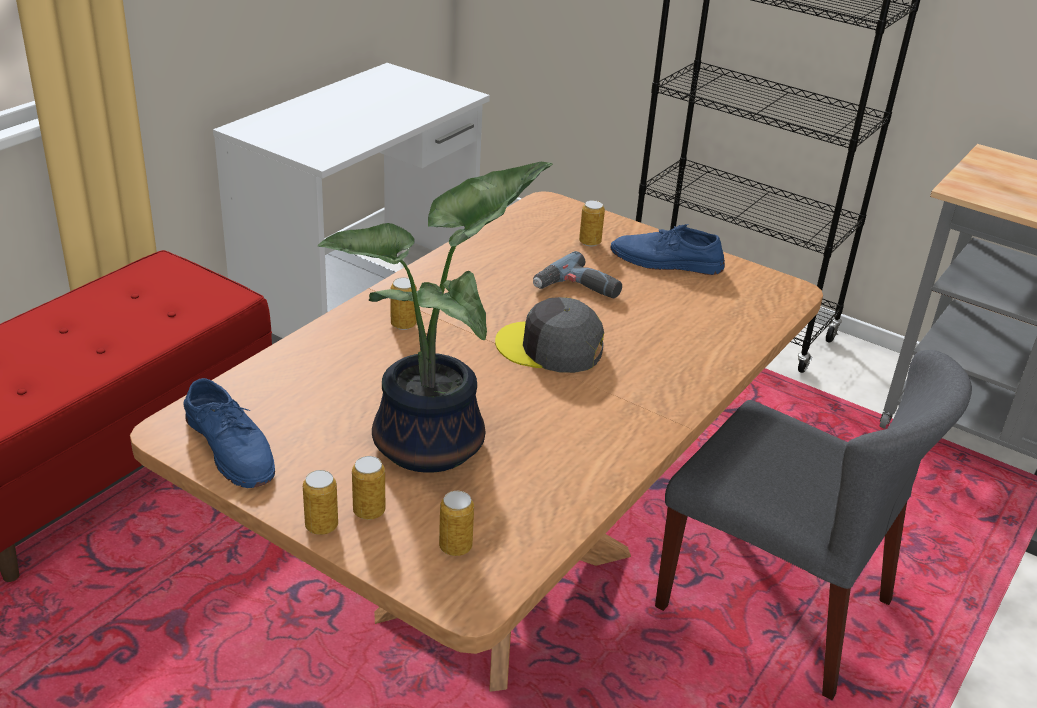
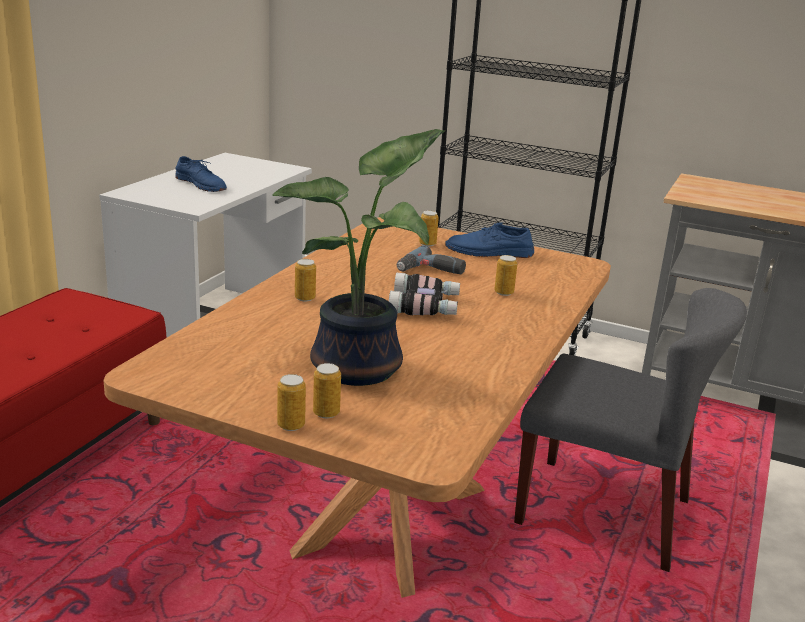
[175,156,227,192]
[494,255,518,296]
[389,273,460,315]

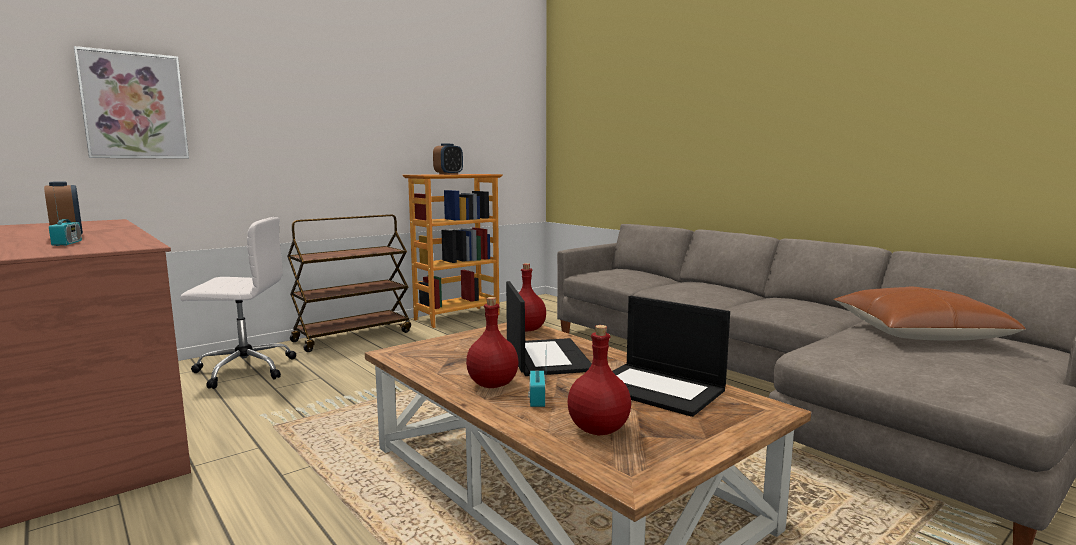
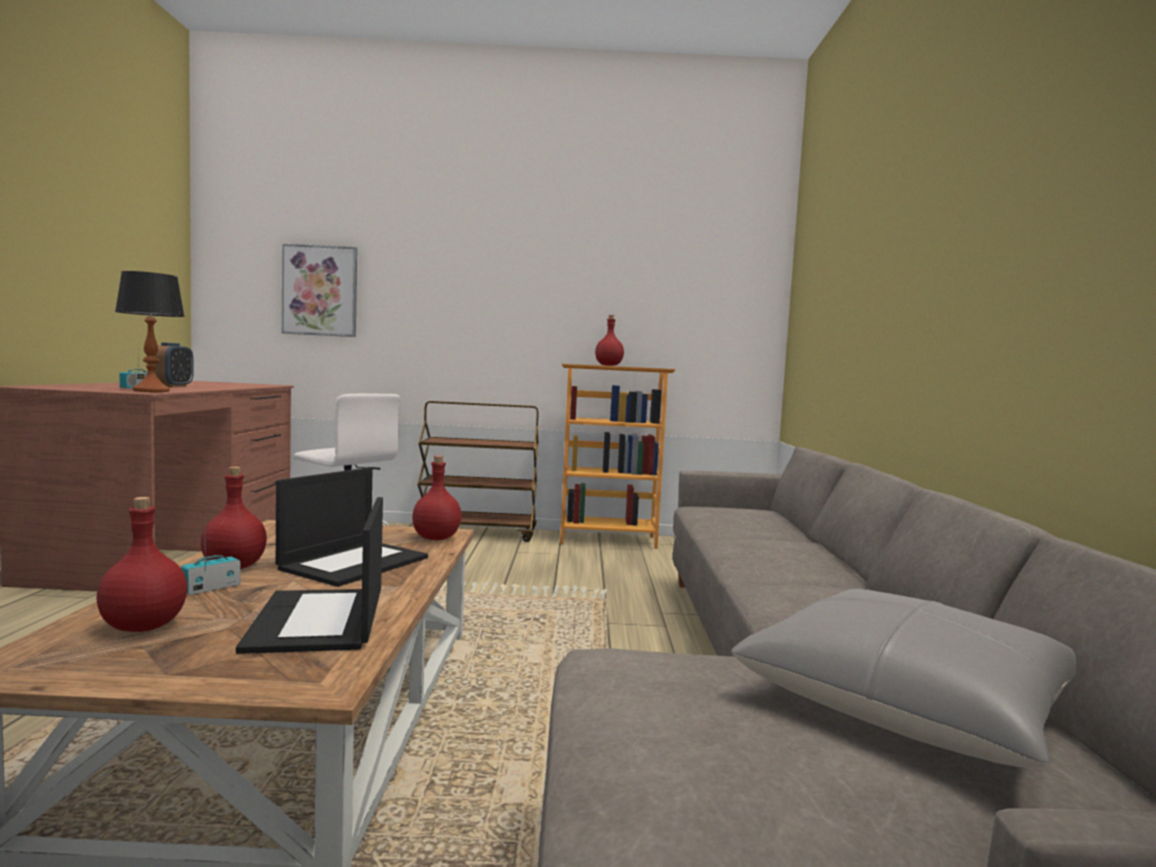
[115,271,185,392]
[595,315,624,366]
[731,589,1076,768]

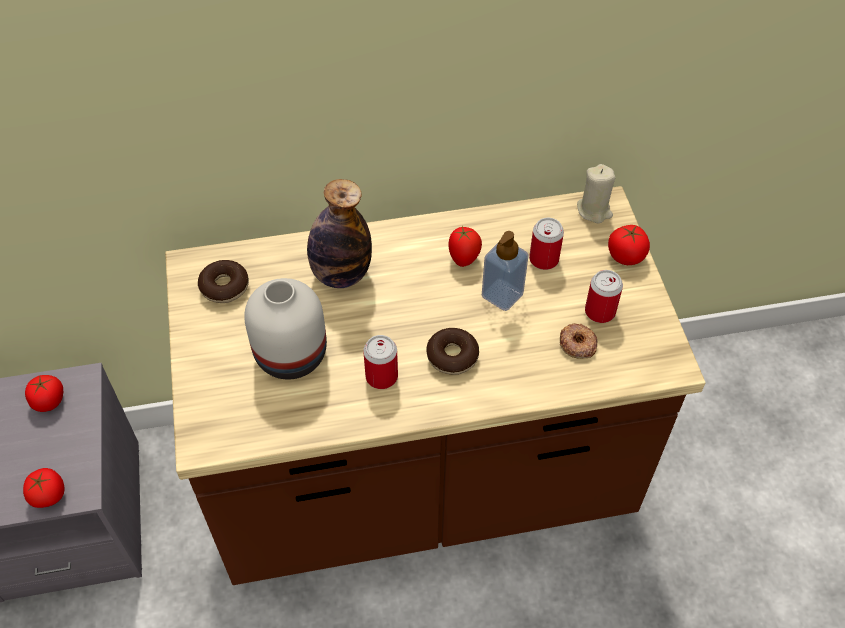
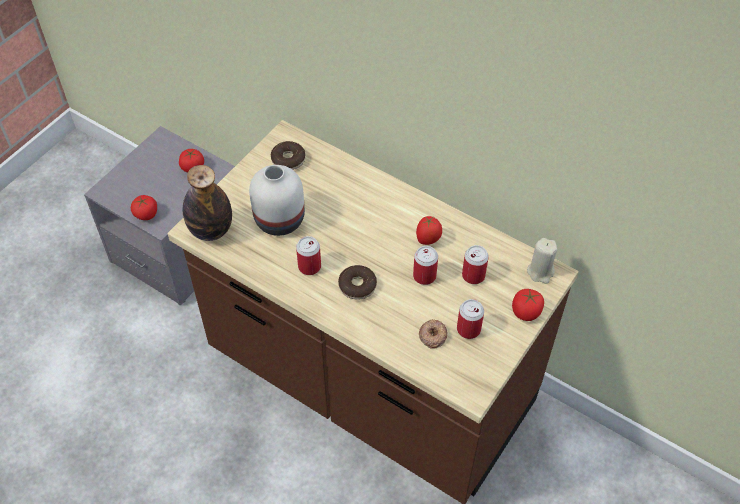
[183,165,232,241]
[413,246,438,285]

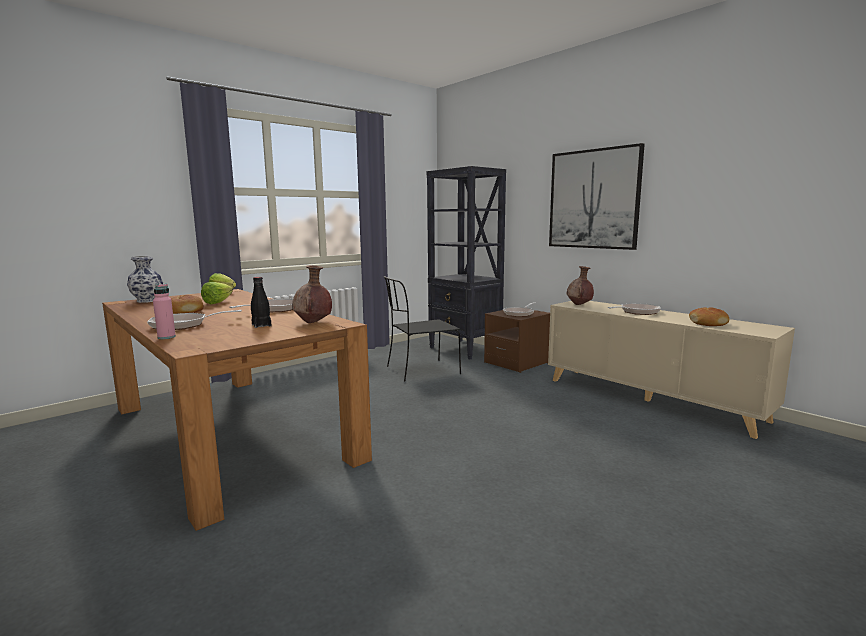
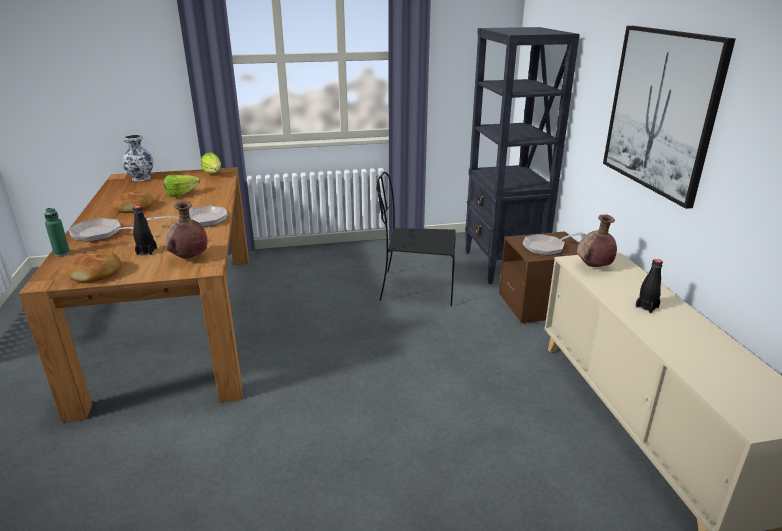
[66,251,122,282]
[635,259,663,313]
[44,208,70,257]

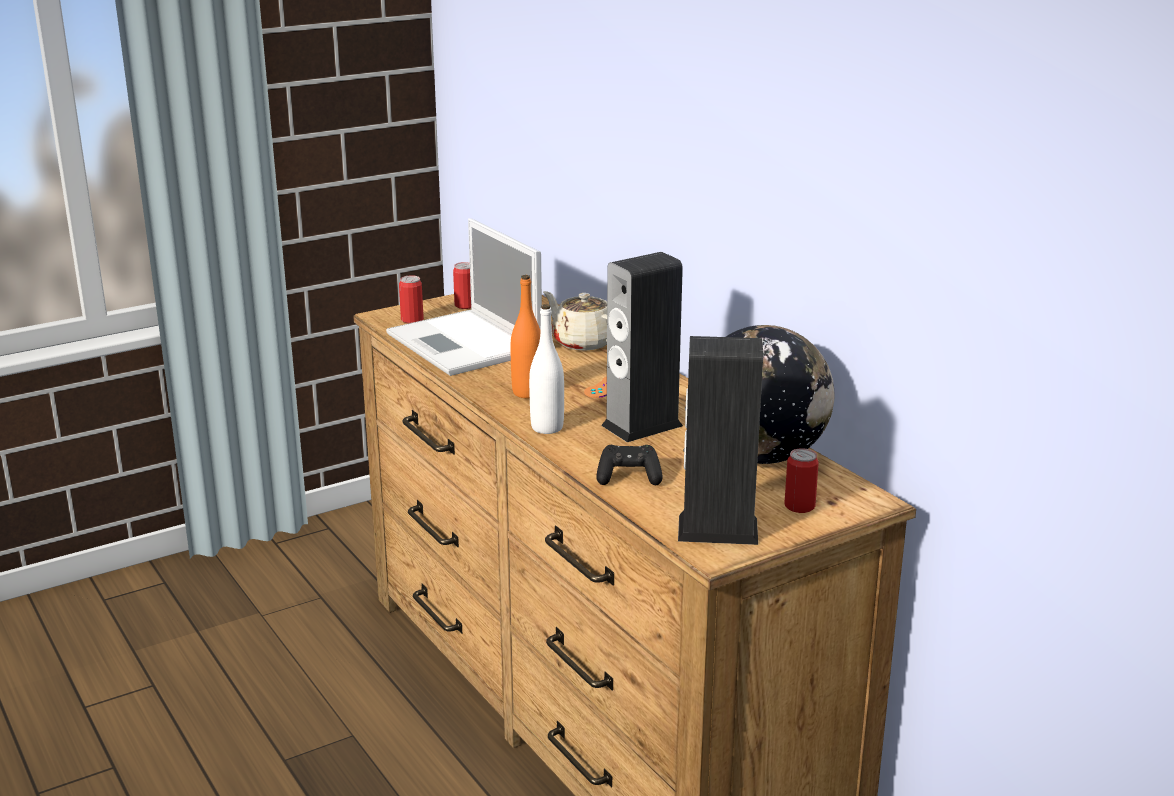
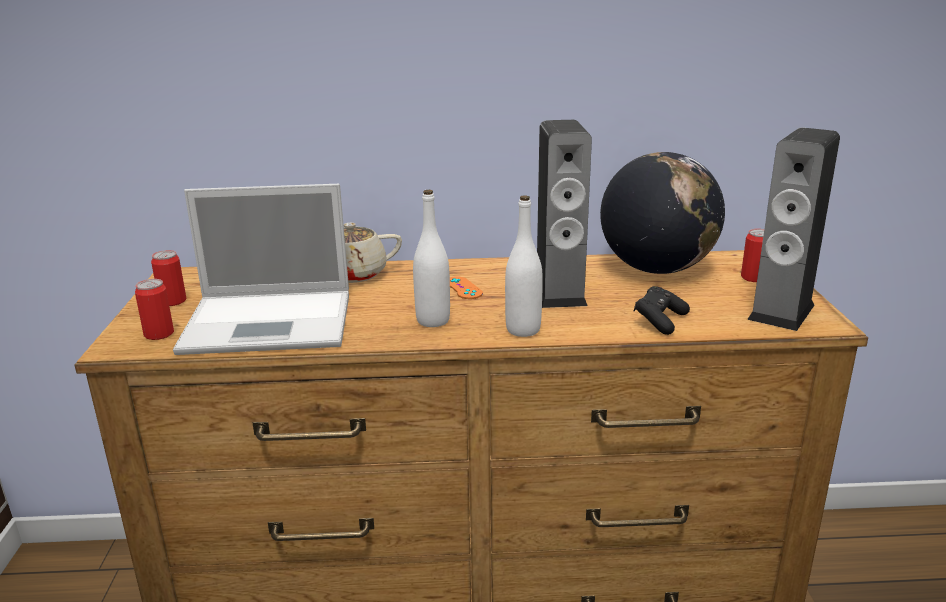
[413,190,450,327]

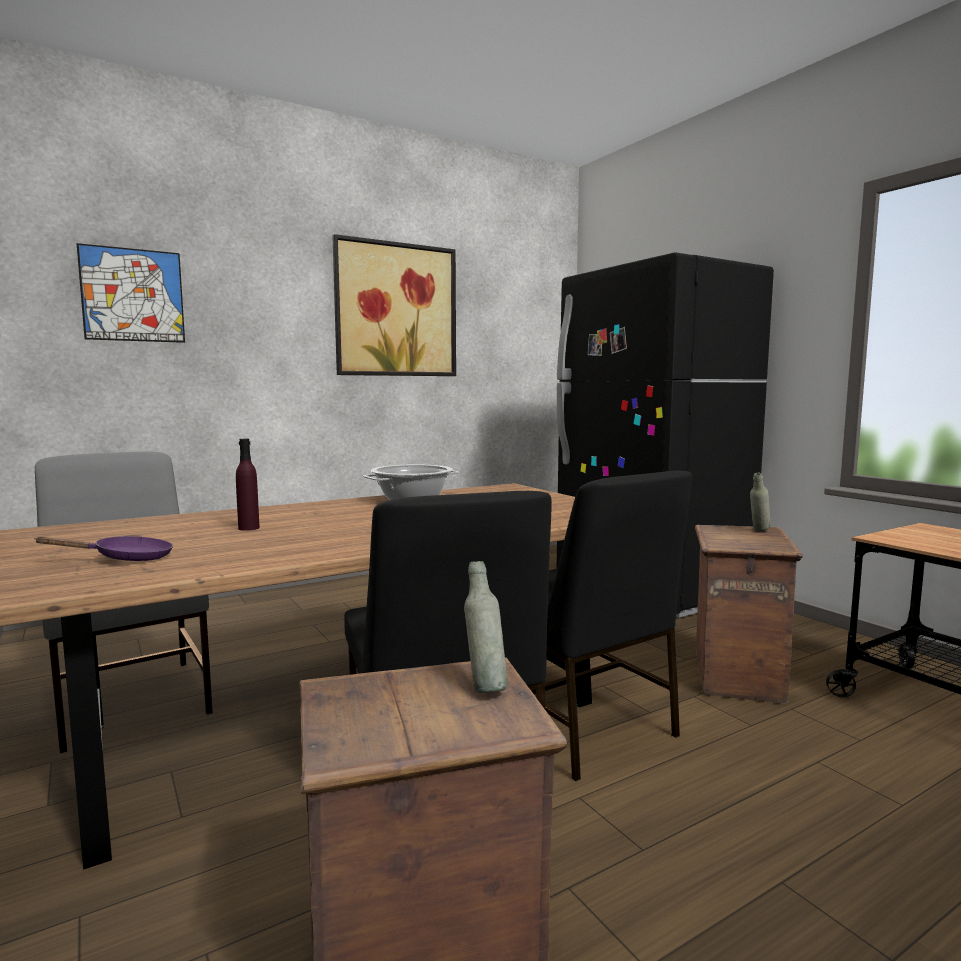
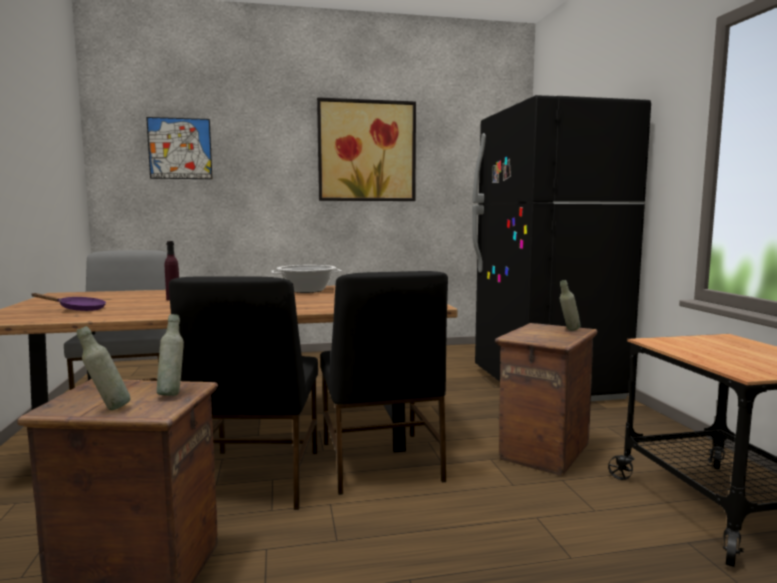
[77,326,130,410]

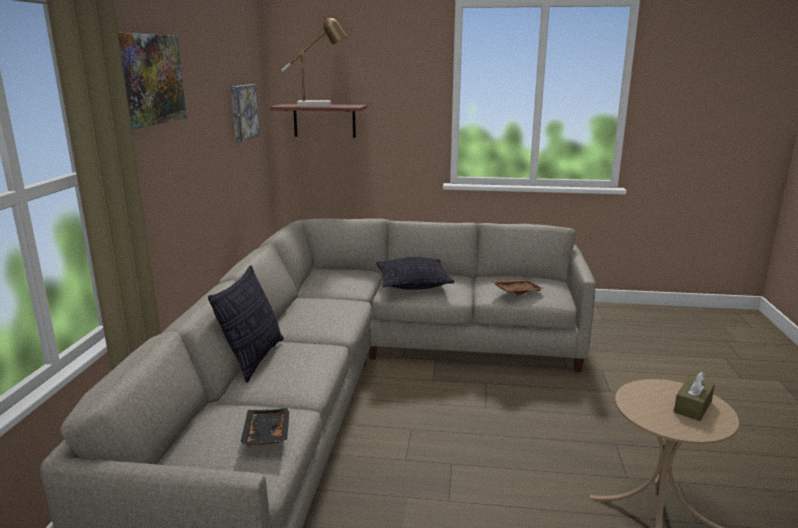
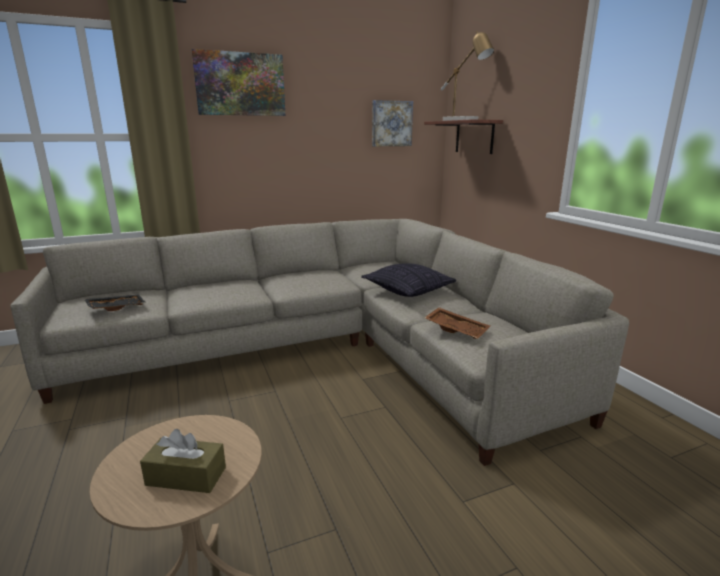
[208,265,284,383] (first image)

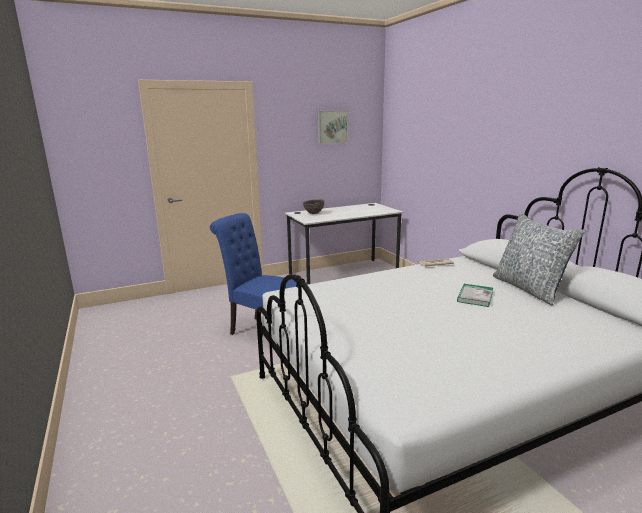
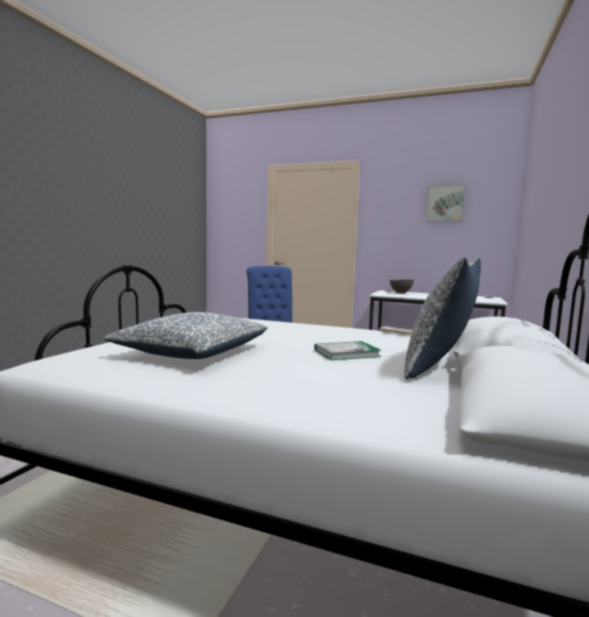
[104,312,267,359]

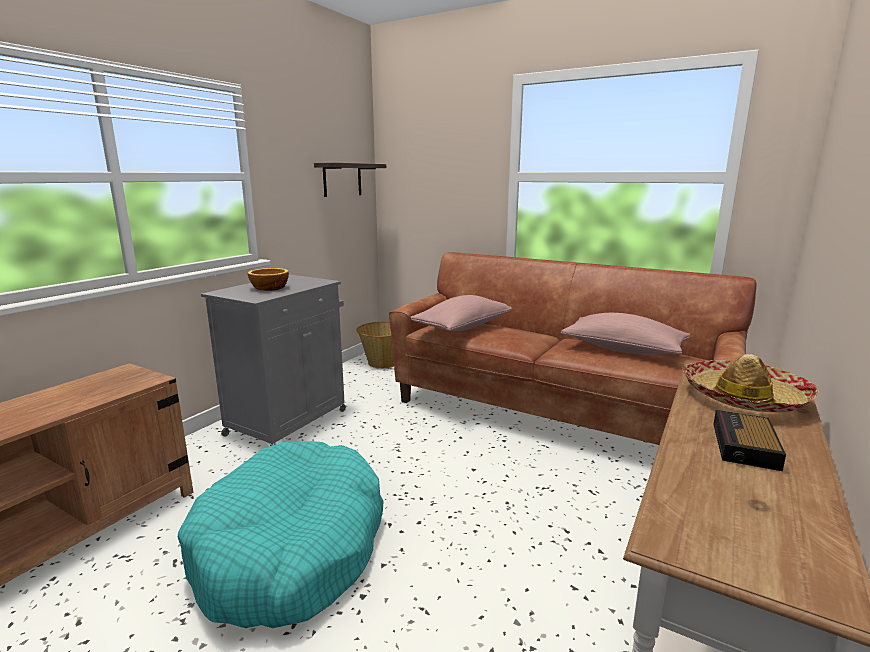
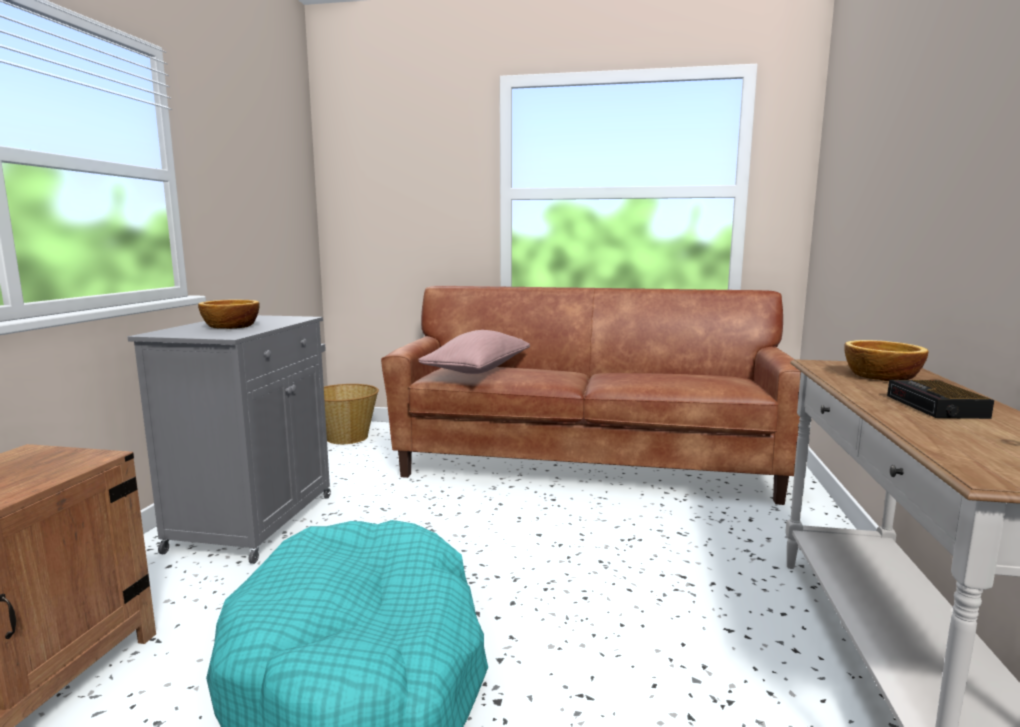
[314,163,386,197] (first image)
[561,313,690,355] (first image)
[844,340,929,381]

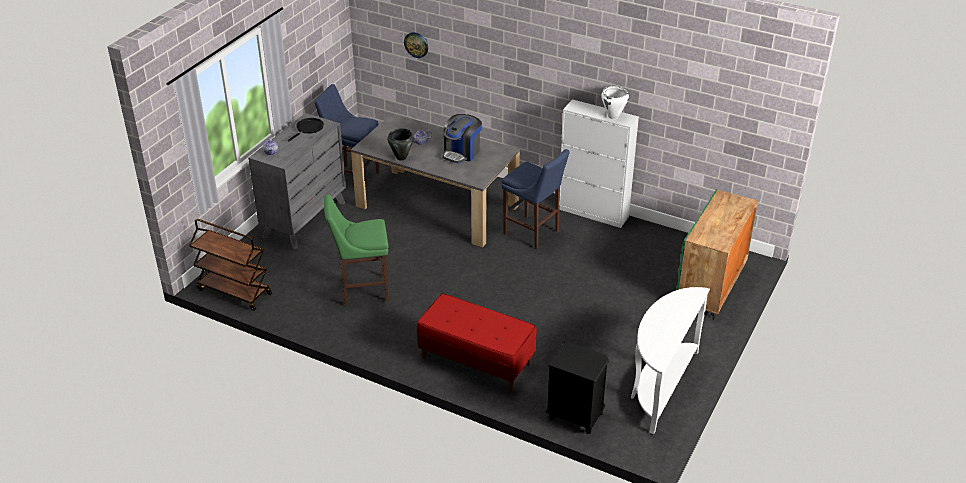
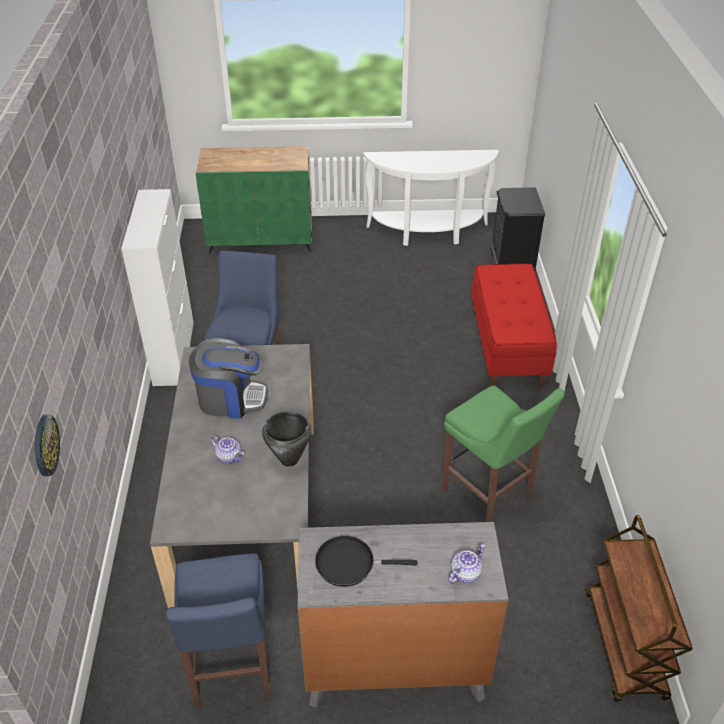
[601,86,629,119] (first image)

